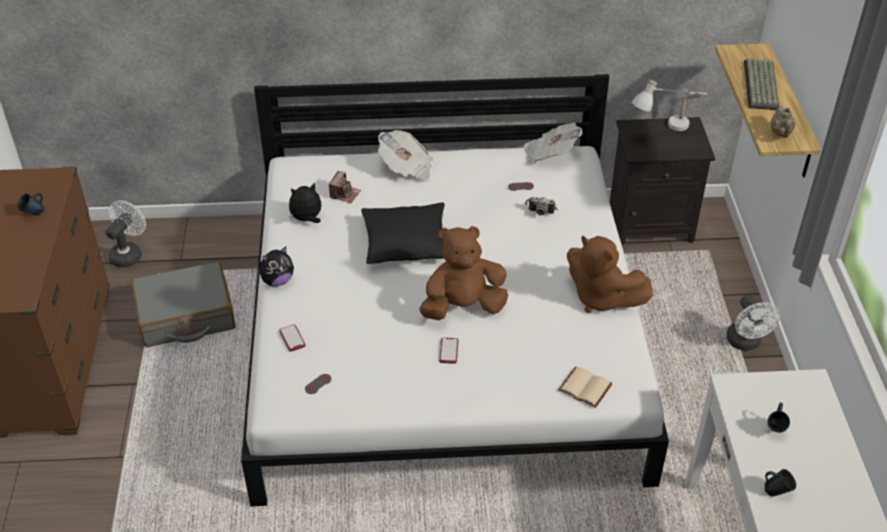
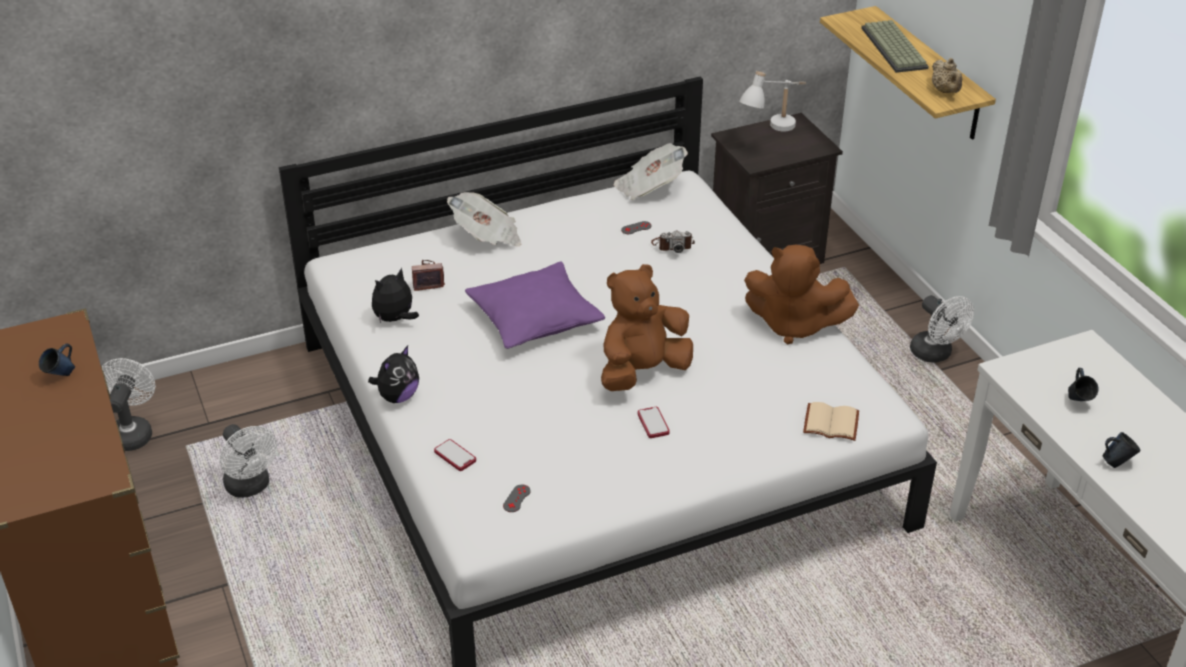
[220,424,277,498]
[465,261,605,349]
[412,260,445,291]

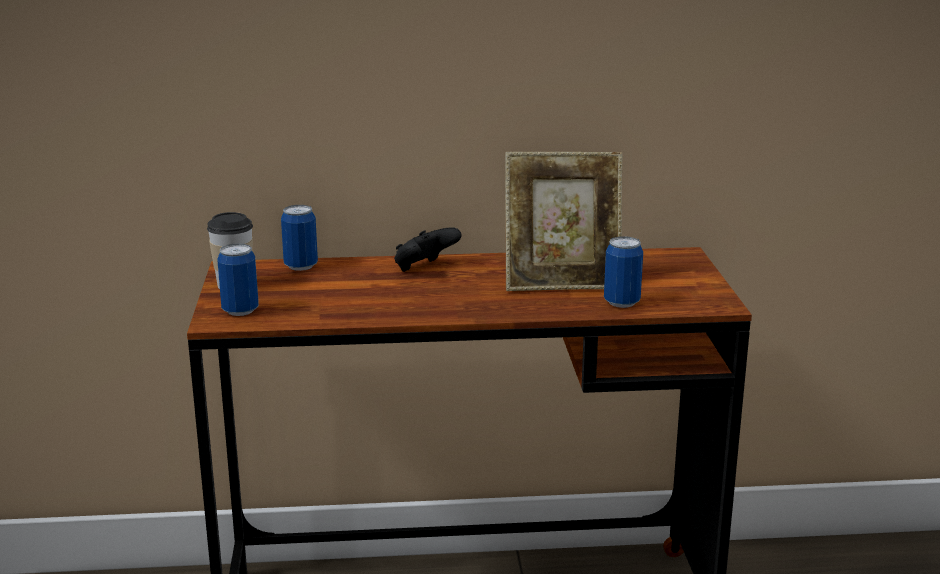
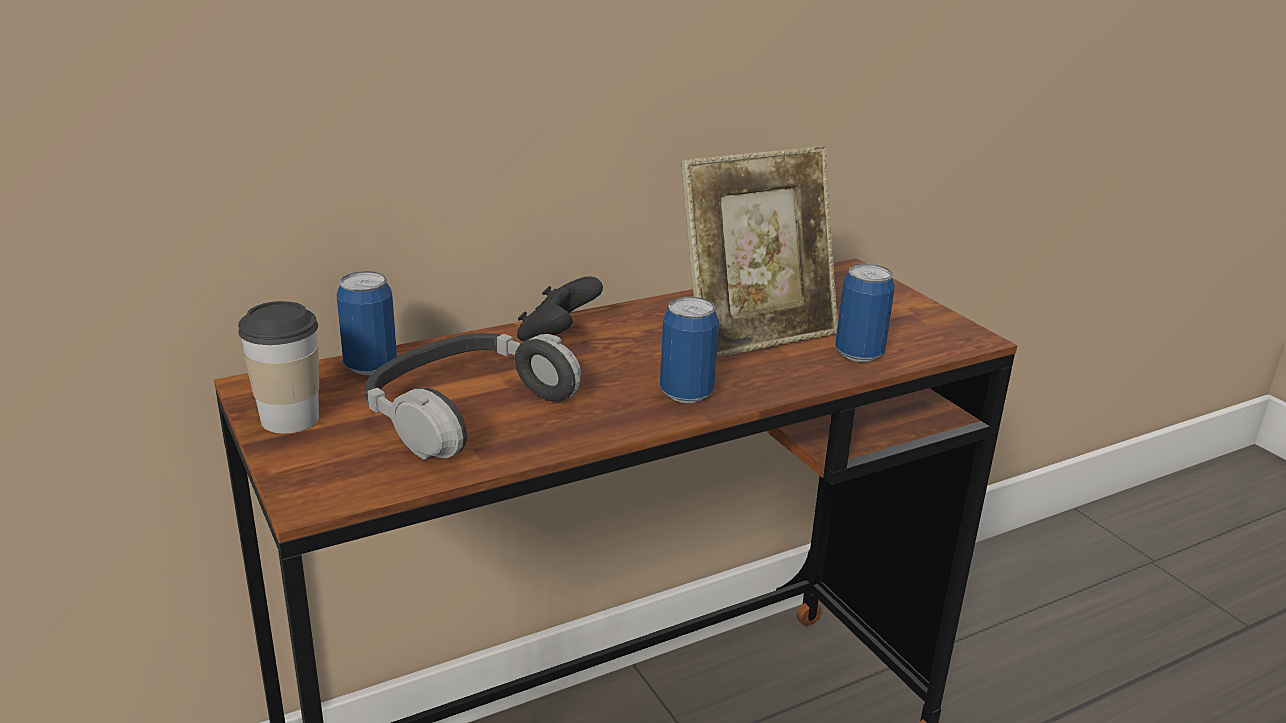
[366,333,581,460]
[660,297,719,403]

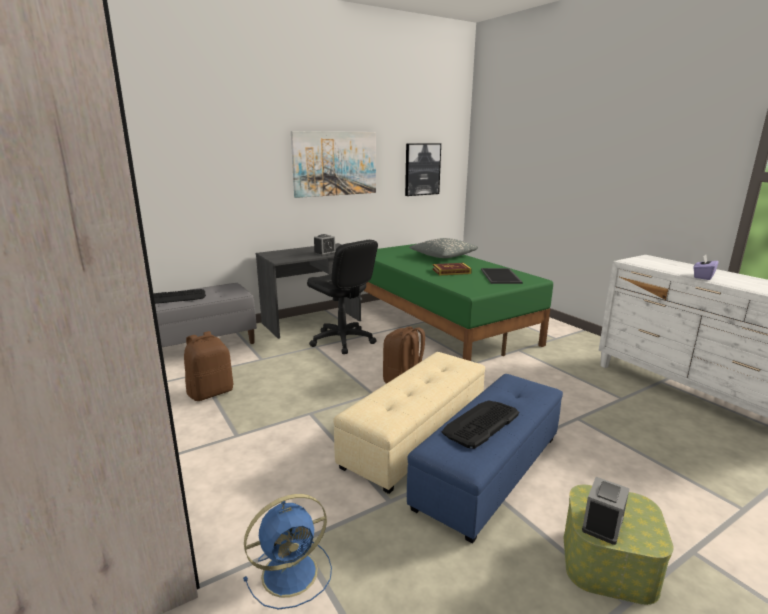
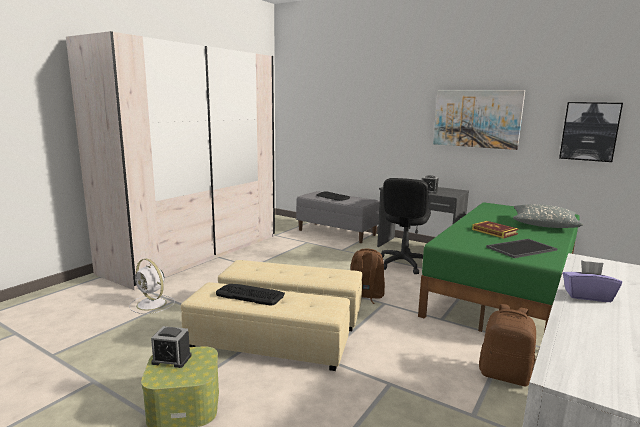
[479,304,536,386]
[129,259,175,314]
[181,282,350,371]

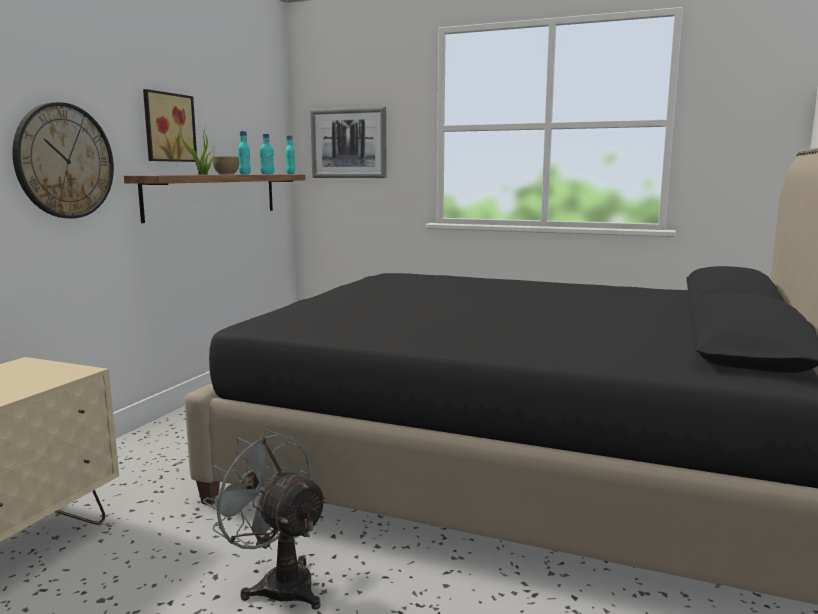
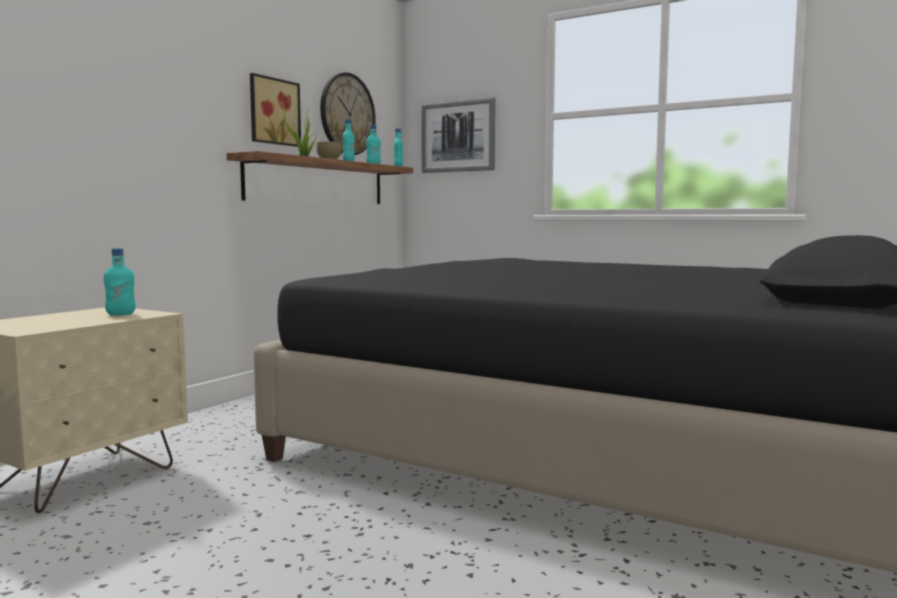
[203,429,329,610] (first image)
[104,248,136,316]
[320,72,375,155]

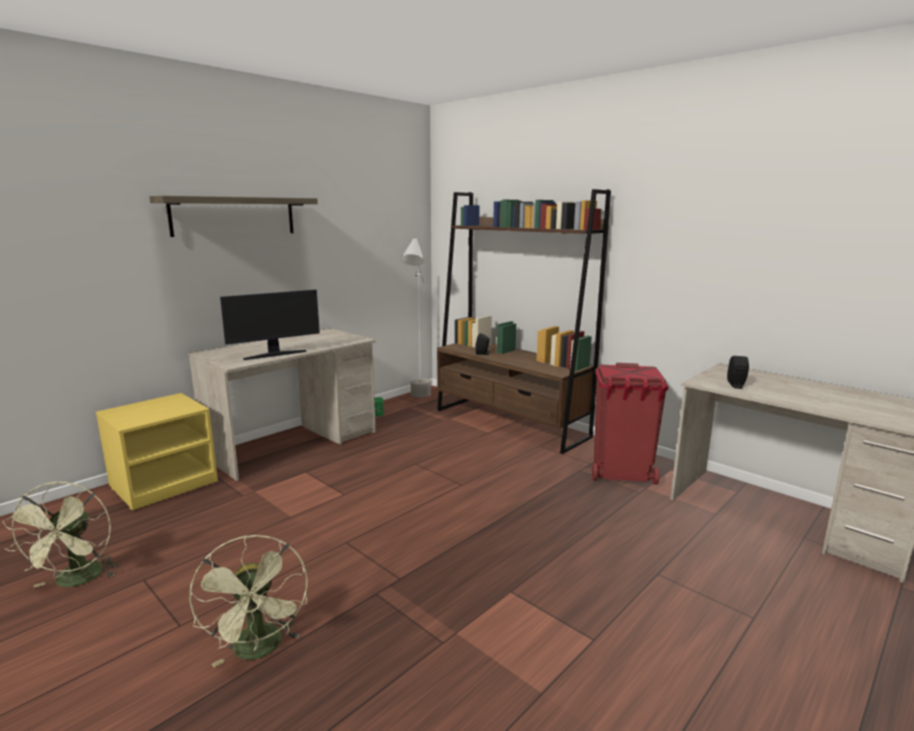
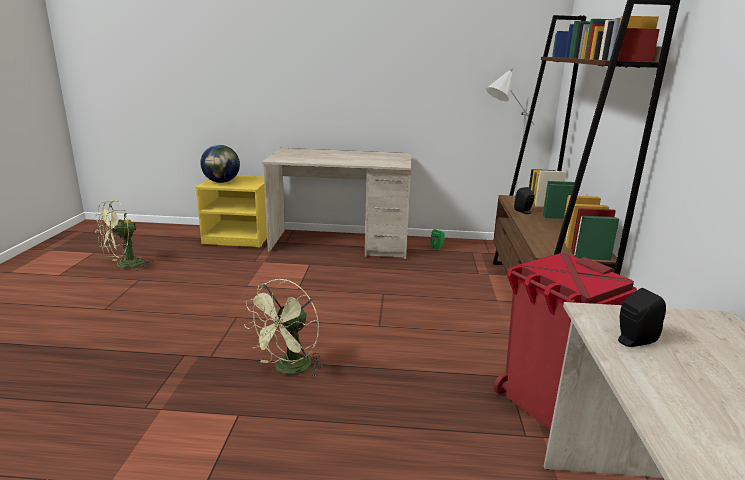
[149,196,318,237] (first image)
[220,290,320,360] (first image)
[200,145,240,183]
[244,279,323,377]

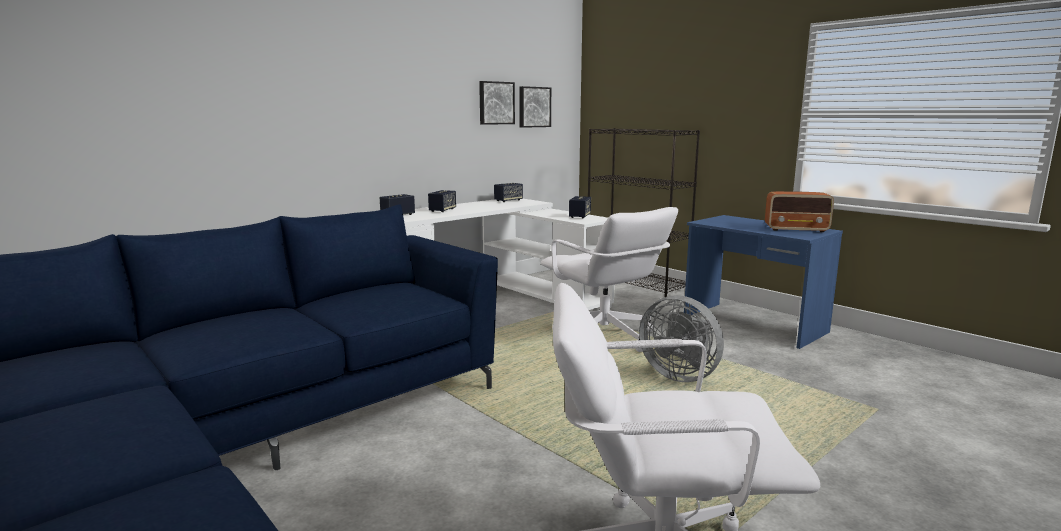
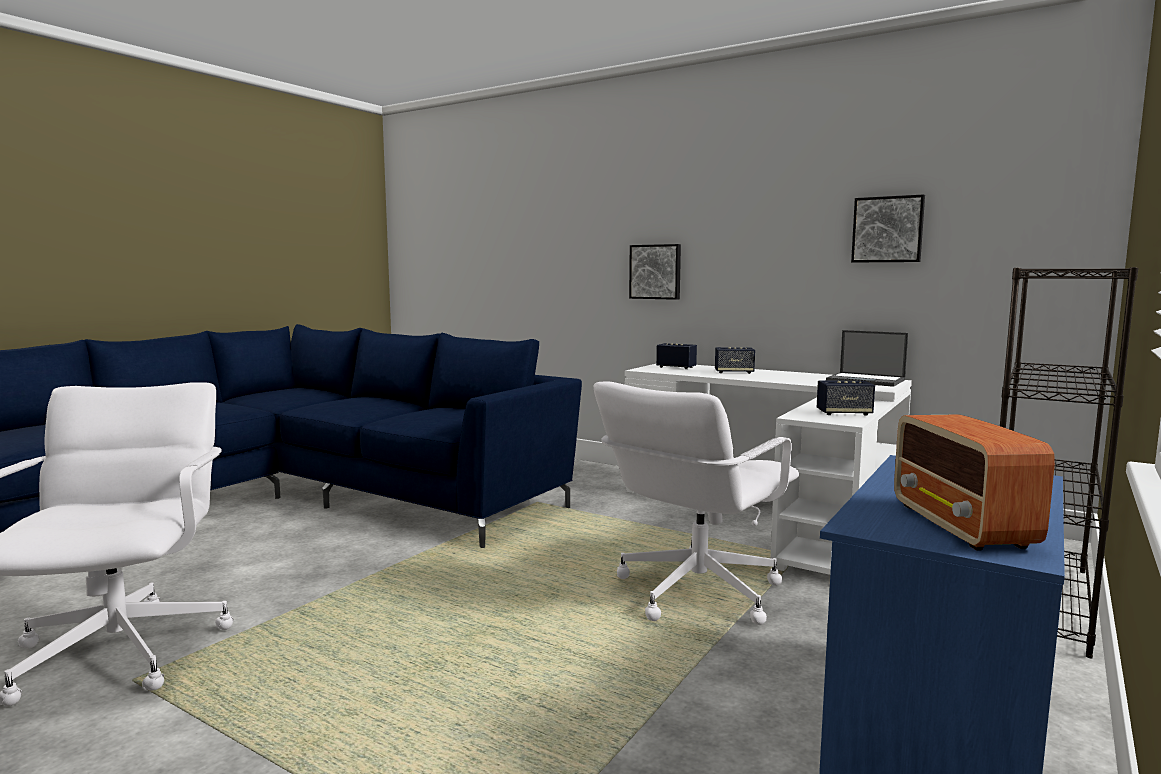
[639,295,724,382] (first image)
[629,244,681,300]
[826,330,908,387]

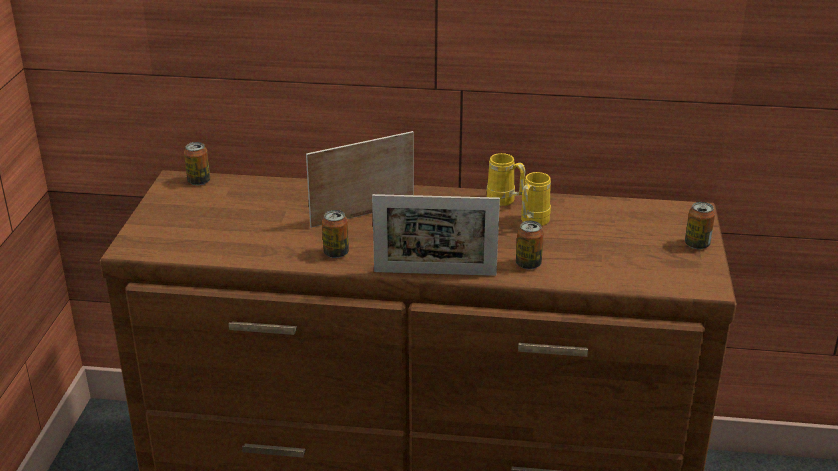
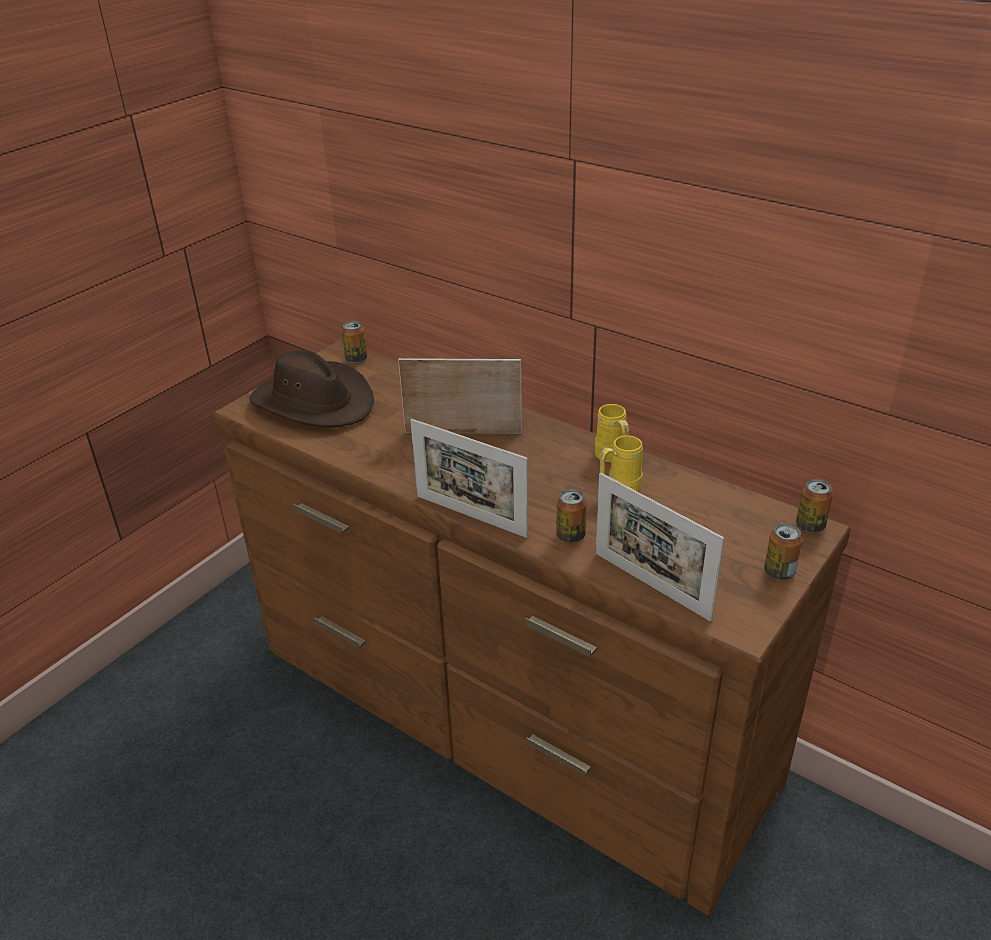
[249,350,374,427]
[595,473,724,621]
[796,479,833,533]

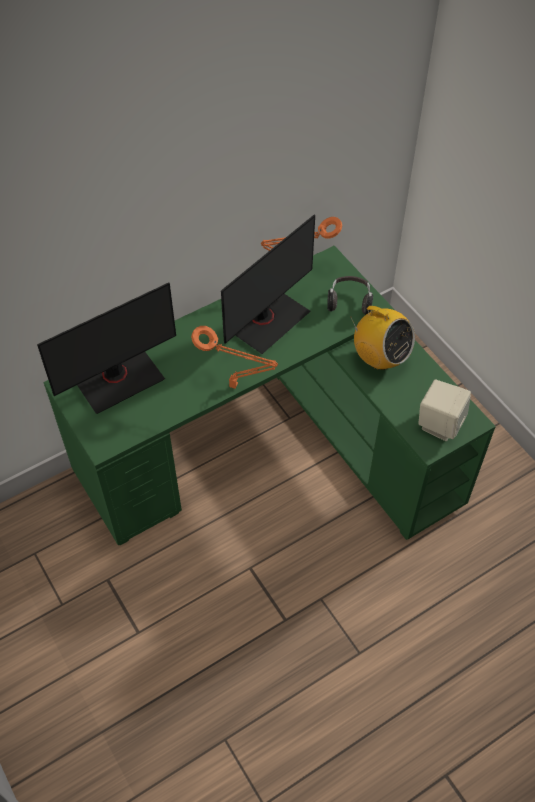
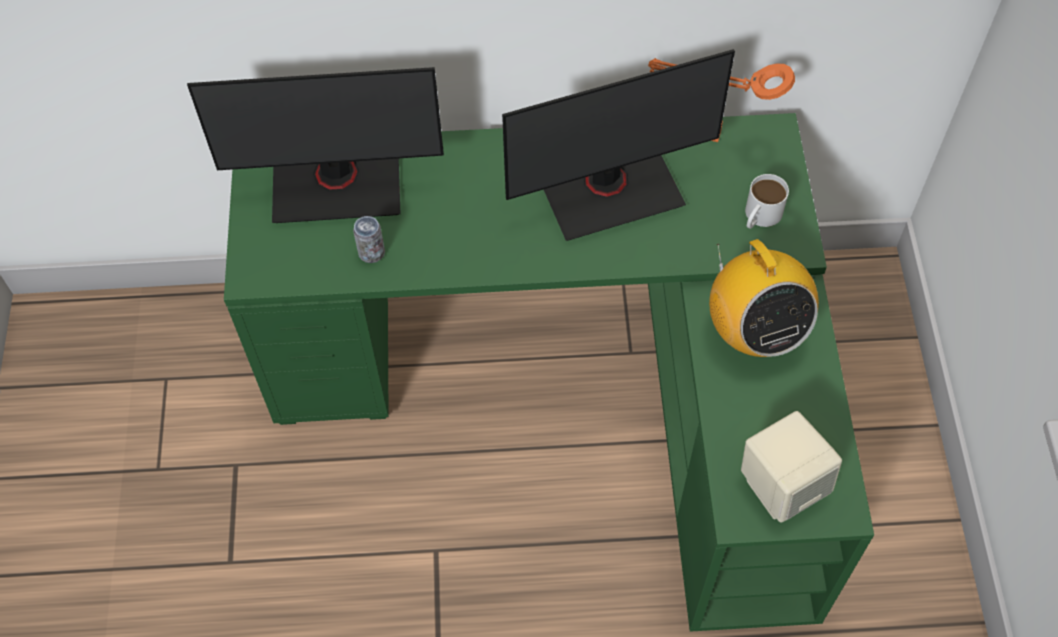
[191,326,278,389] (first image)
[353,216,385,263]
[745,174,789,229]

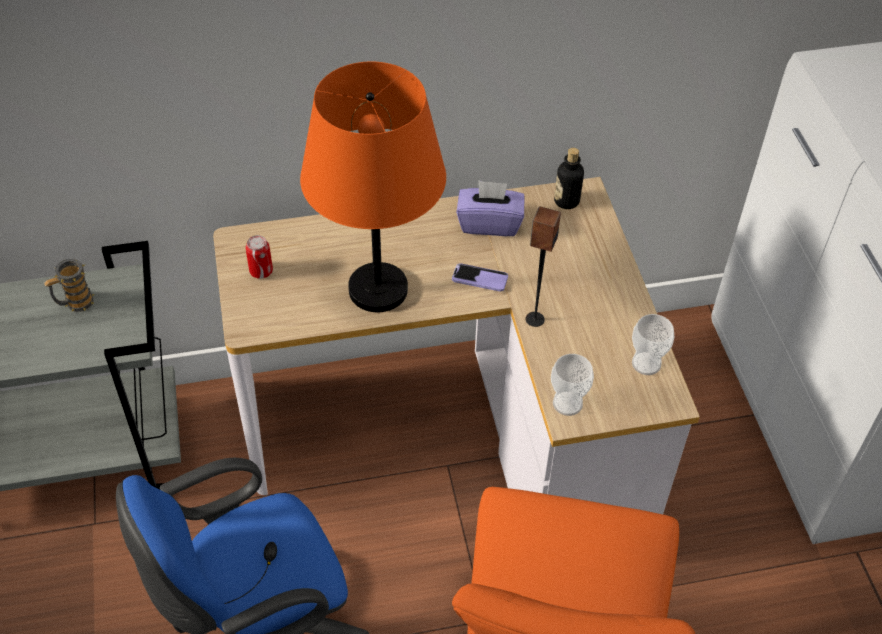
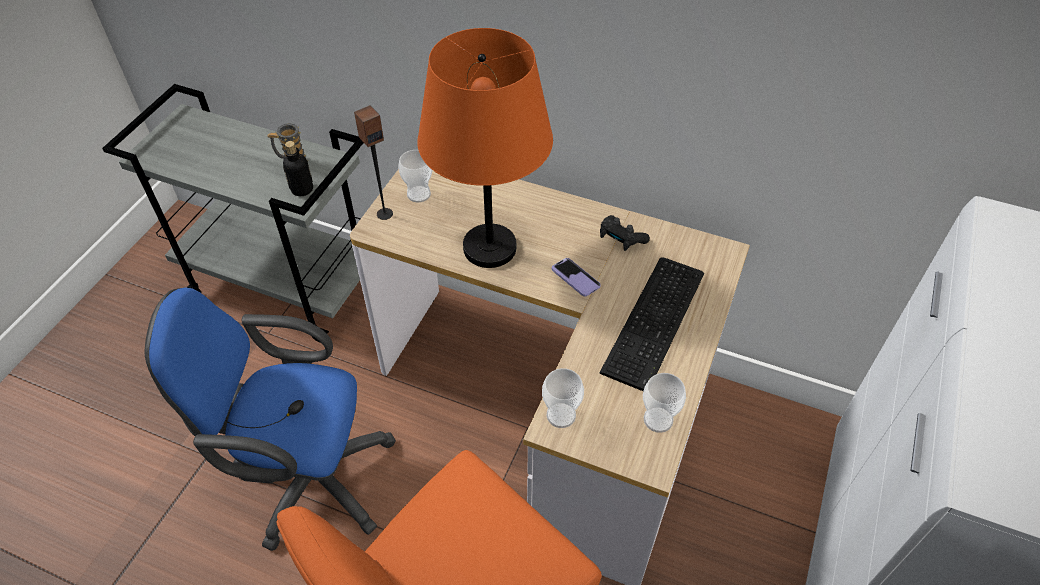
[600,258,704,391]
[354,105,393,220]
[283,141,313,196]
[398,150,432,202]
[600,215,650,251]

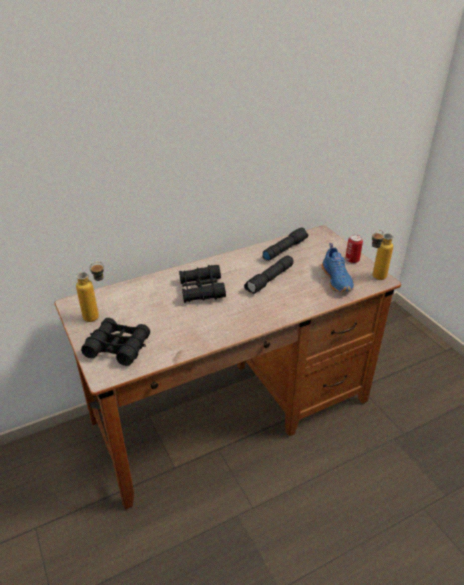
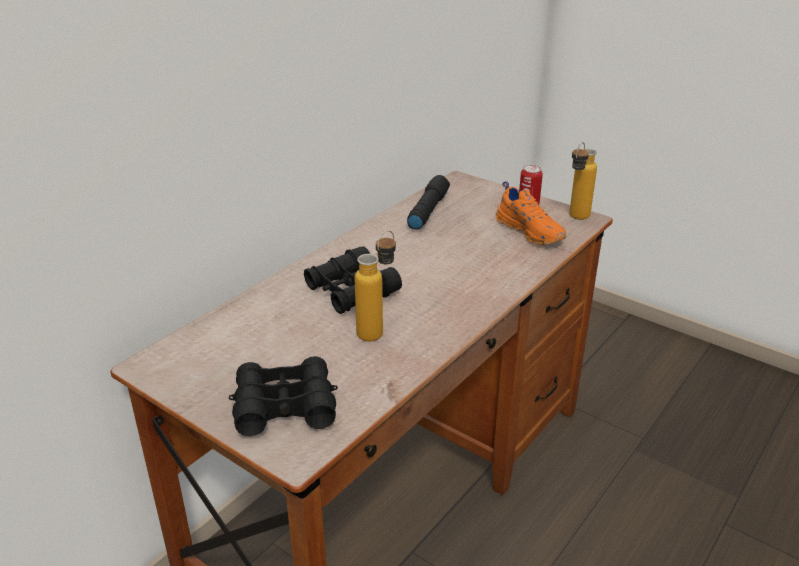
[244,255,293,294] (first image)
[354,231,396,341]
[495,181,567,245]

